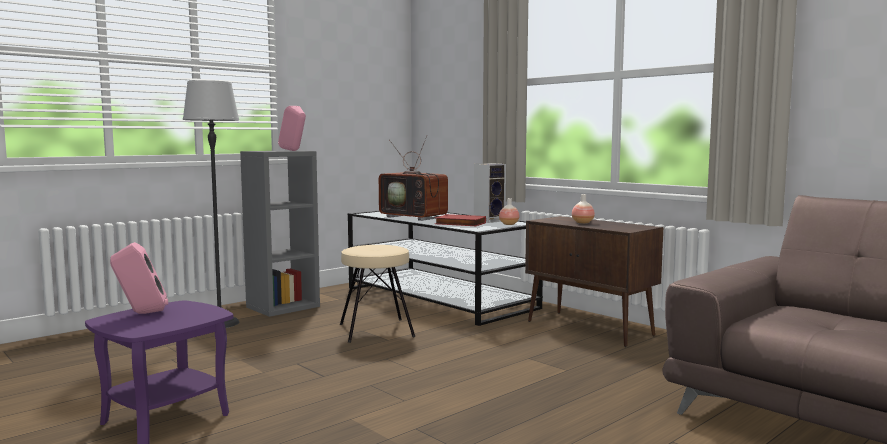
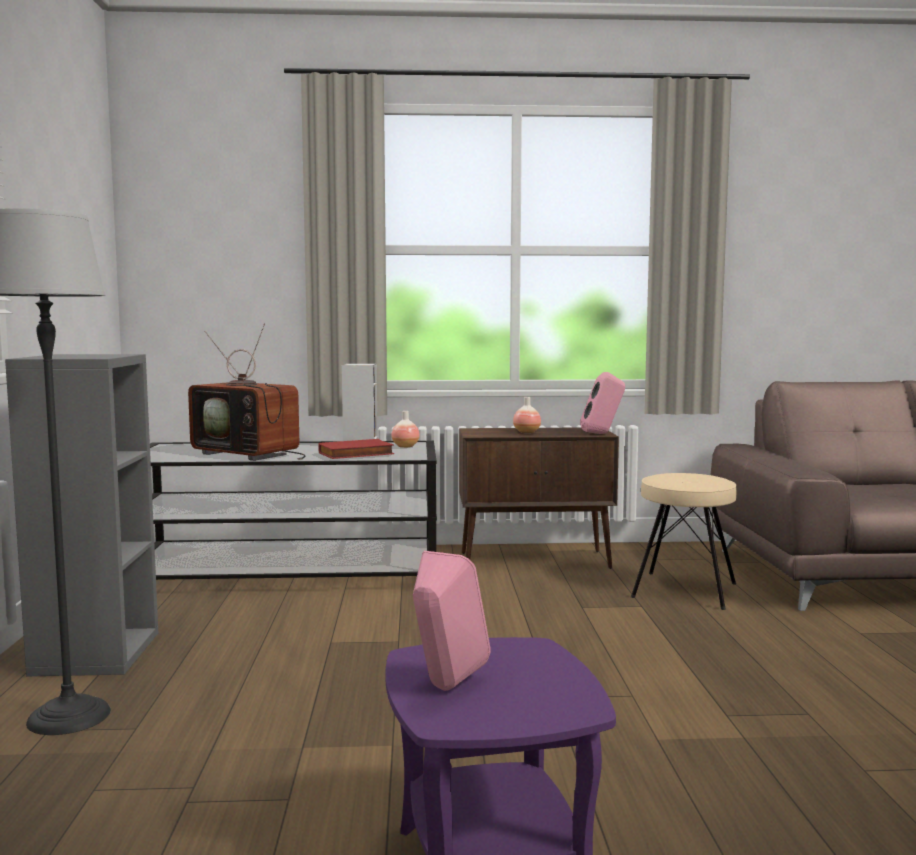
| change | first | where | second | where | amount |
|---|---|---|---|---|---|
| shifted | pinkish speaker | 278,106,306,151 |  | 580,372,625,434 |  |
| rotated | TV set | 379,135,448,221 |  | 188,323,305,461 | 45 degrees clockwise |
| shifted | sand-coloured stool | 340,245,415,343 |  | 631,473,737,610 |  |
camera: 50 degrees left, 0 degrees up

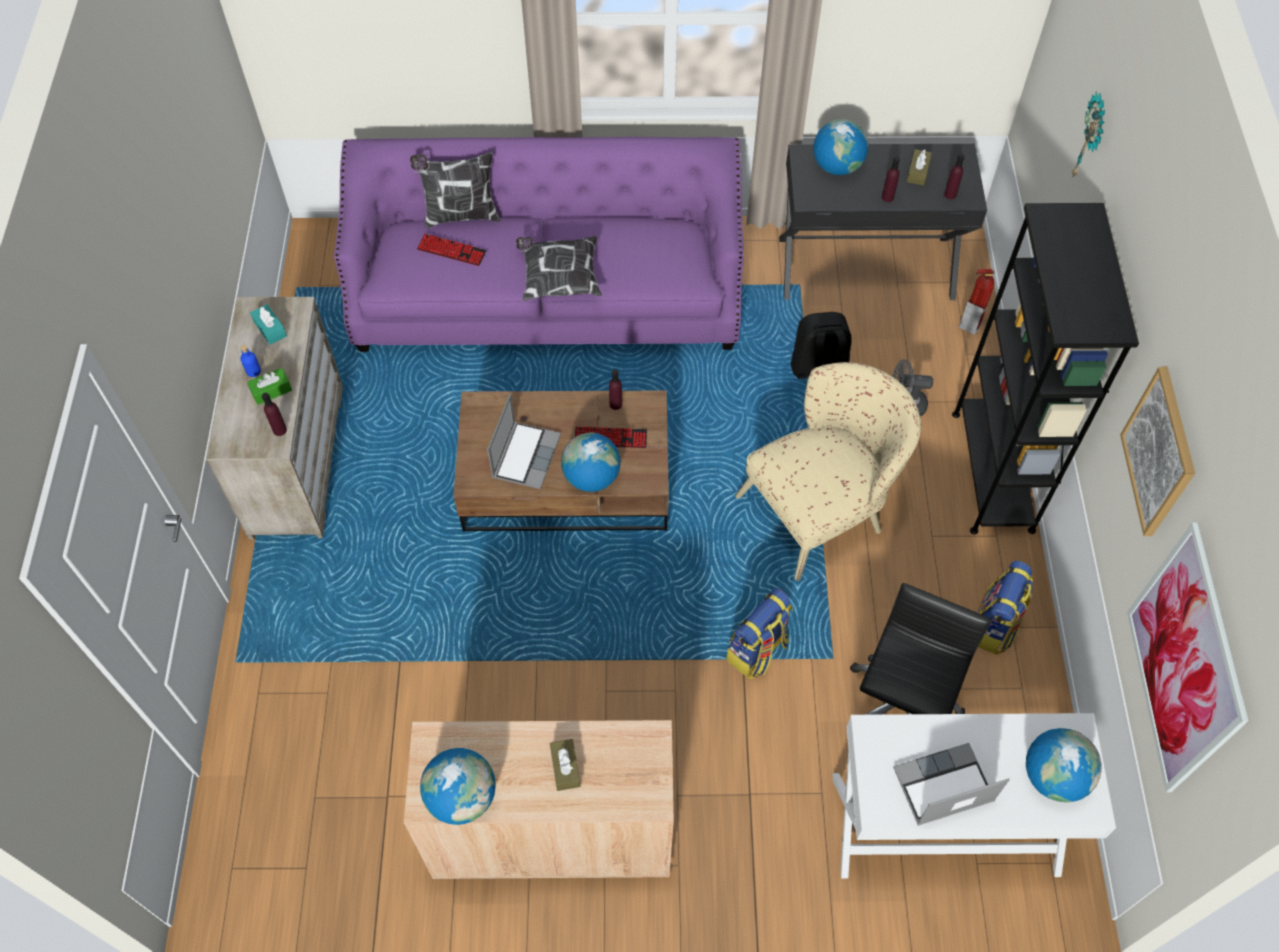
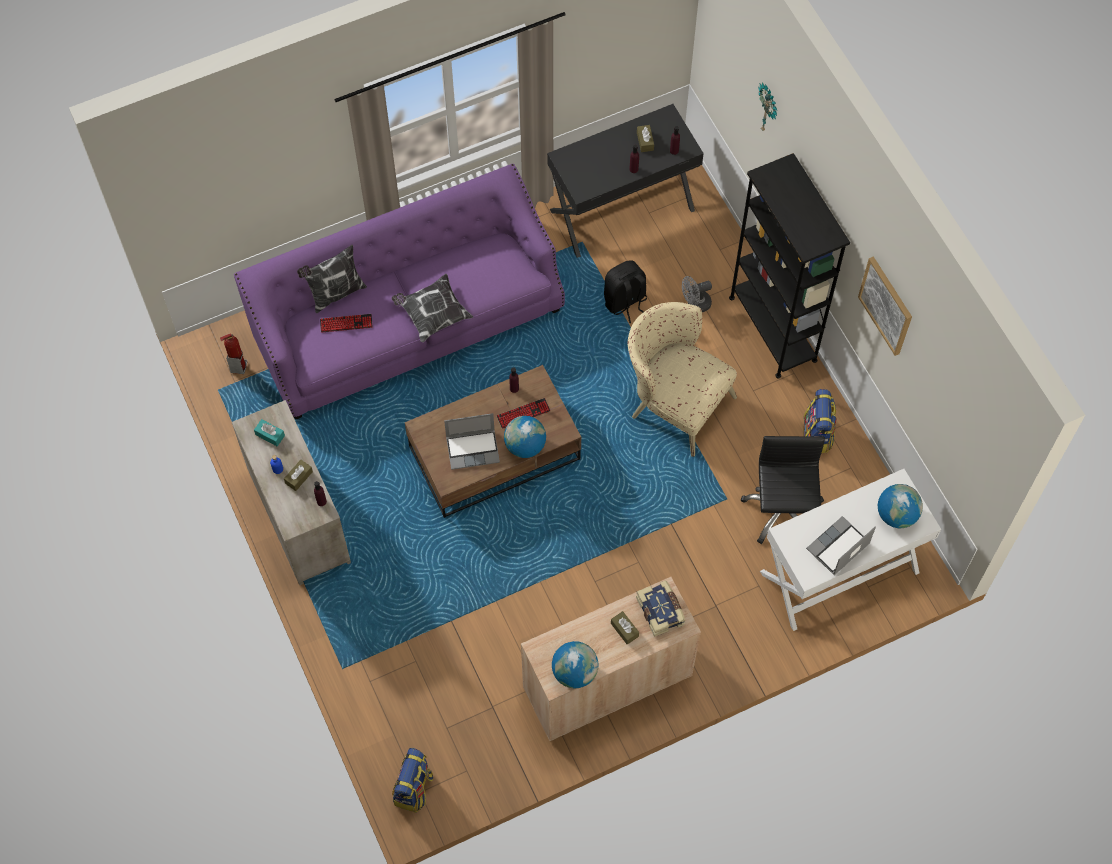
| change | first | where | second | where | amount |
|---|---|---|---|---|---|
| gone | globe | 813,119,868,175 |  |  |  |
| shifted | fire extinguisher | 959,269,995,335 |  | 220,333,247,374 |  |
| rotated | sand-coloured lounge chair | 735,362,921,581 |  | 628,302,737,457 | 90 degrees counterclockwise |
| repainted | green-coloured tissue box | 247,368,292,405 | brown tissue box | 284,460,313,491 |  |
| rotated | notebook computer | 487,394,561,489 |  | 444,413,500,470 | 90 degrees clockwise |
| gone | wall art | 1127,522,1249,792 |  |  |  |
| shifted | rucksack | 726,588,793,679 |  | 392,748,434,813 |  |
| new |  |  | book | 636,581,686,637 |  |
camera: 25 degrees left, 5 degrees up

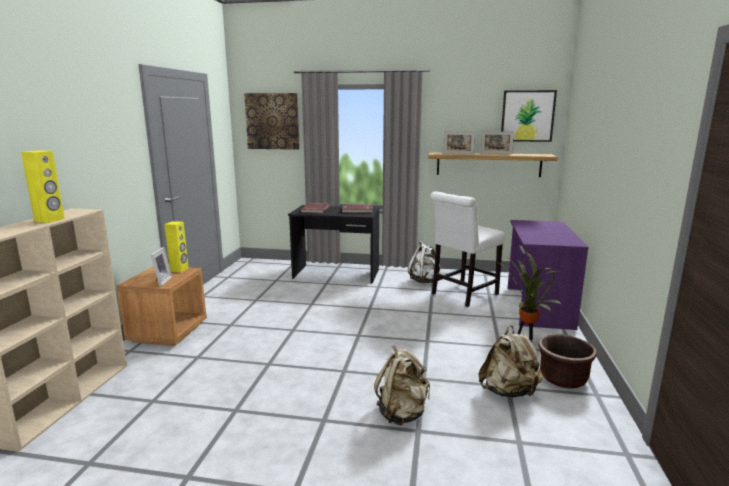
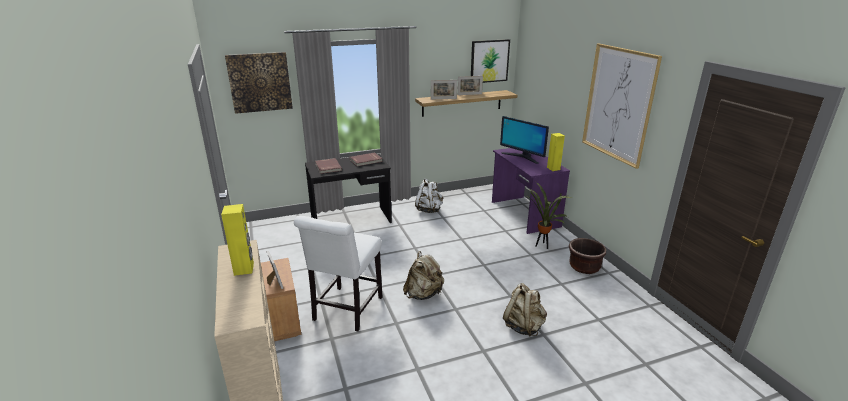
| change | first | where | second | where | amount |
|---|---|---|---|---|---|
| shifted | whitish plain chair | 430,191,505,307 |  | 294,216,382,331 |  |
| shifted | yellow-coloured speaker | 164,221,188,272 |  | 547,133,565,171 |  |
| shifted | sand-coloured rucksack | 478,325,543,398 |  | 403,251,444,300 |  |
| new |  |  | wall art | 582,44,662,169 |  |
| new |  |  | computer screen | 500,116,549,164 |  |
camera: 30 degrees left, 10 degrees up

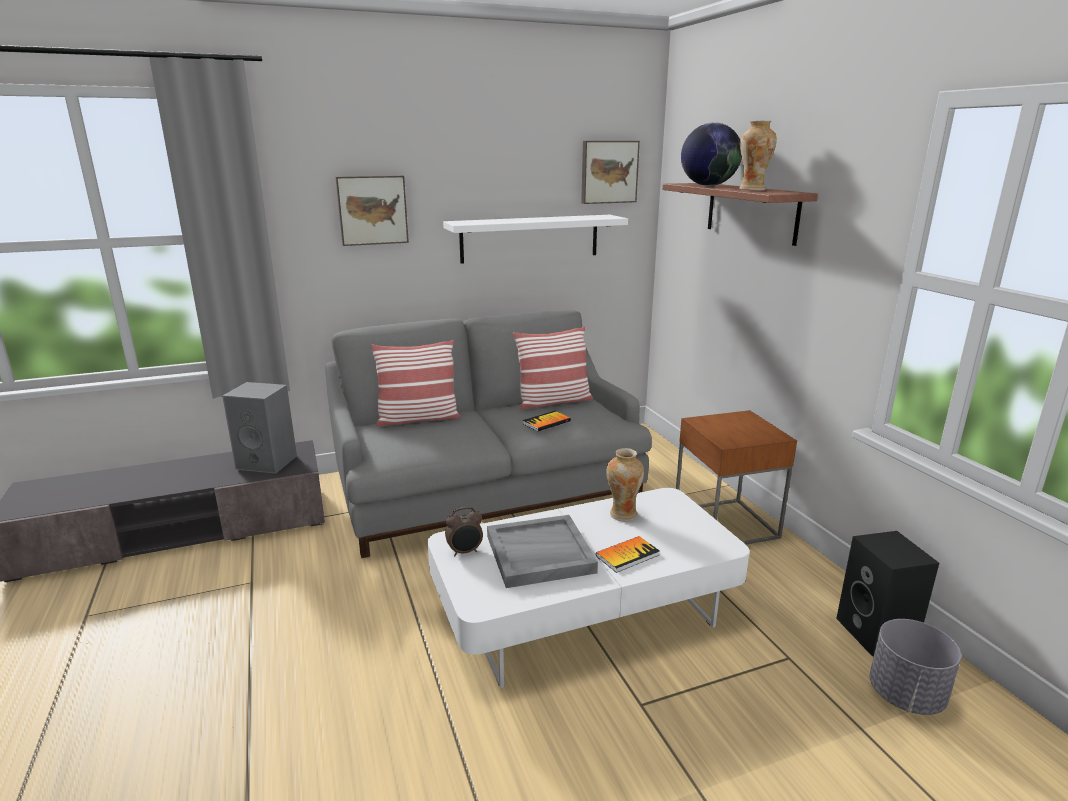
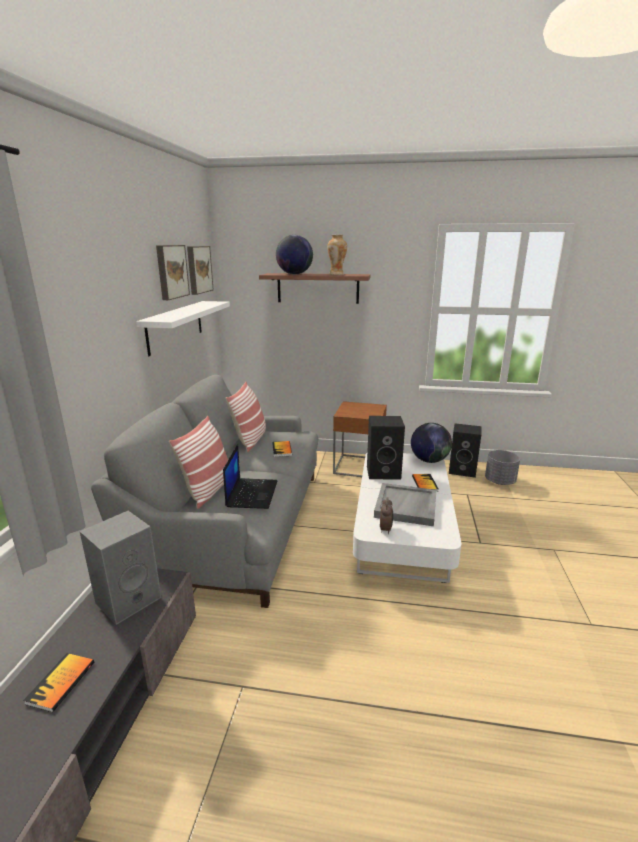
| change | first | where | second | where | amount |
|---|---|---|---|---|---|
| shifted | wall art | 335,175,409,246 |  | 156,245,190,300 |  |
| swapped | decorative vase | 606,448,644,522 | black speaker | 367,416,405,480 |  |
| new |  |  | globe | 411,423,452,463 |  |
| new |  |  | notebook computer | 223,444,277,509 |  |
| new |  |  | book | 23,653,94,712 |  |
camera: 60 degrees left, 0 degrees up

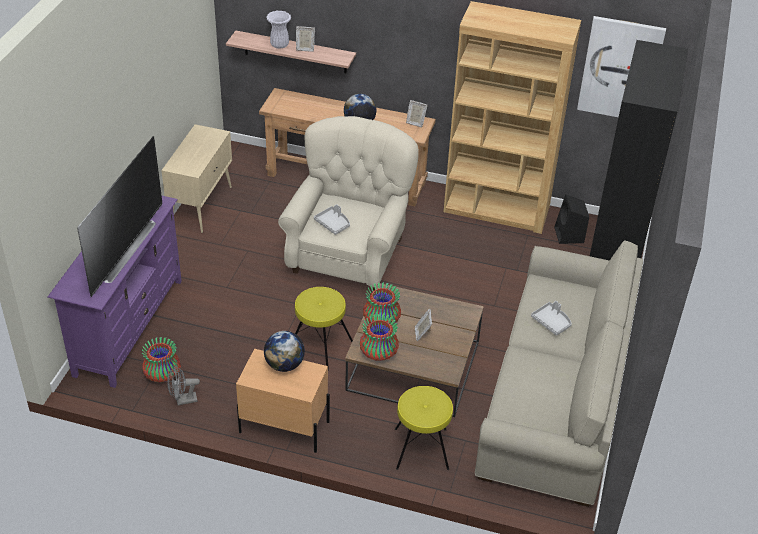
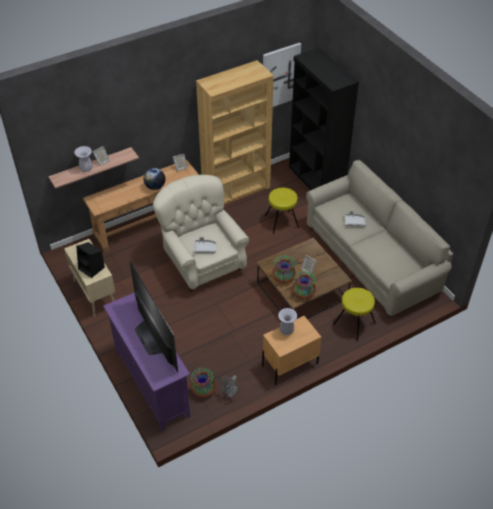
| change | first | where | second | where | amount |
|---|---|---|---|---|---|
| shifted | black speaker | 554,194,589,244 |  | 76,242,105,278 |  |
| shifted | yellow-coloured stool | 295,287,353,371 |  | 265,188,299,234 |  |
| swapped | globe | 264,331,305,372 | whitish decorative vase | 278,308,297,335 |  |
camera: 45 degrees left, 5 degrees up

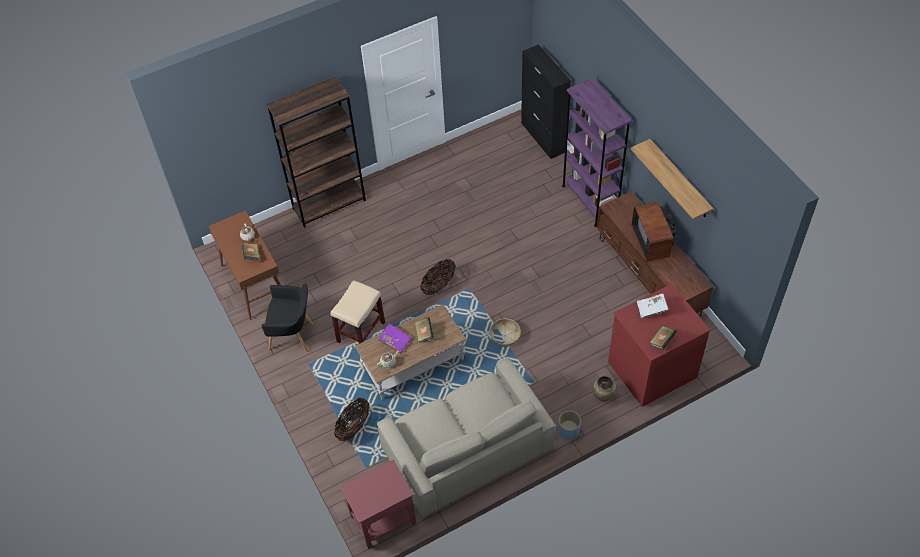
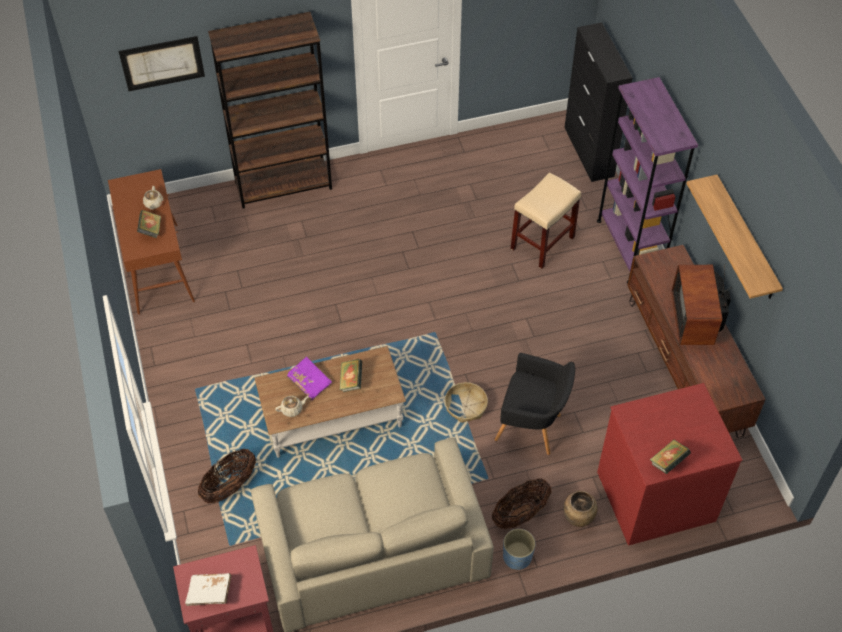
| change | first | where | second | where | amount |
|---|---|---|---|---|---|
| shifted | storage basket | 420,259,456,295 |  | 492,479,551,529 |  |
| shifted | sand-coloured stool | 330,280,385,344 |  | 510,172,581,269 |  |
| shifted | black lounge chair | 262,284,313,352 |  | 494,353,575,455 |  |
| shifted | whitish book | 637,294,669,319 |  | 185,573,231,606 |  |
| new |  |  | wall art | 119,36,205,91 |  |
camera: 10 degrees right, 0 degrees up

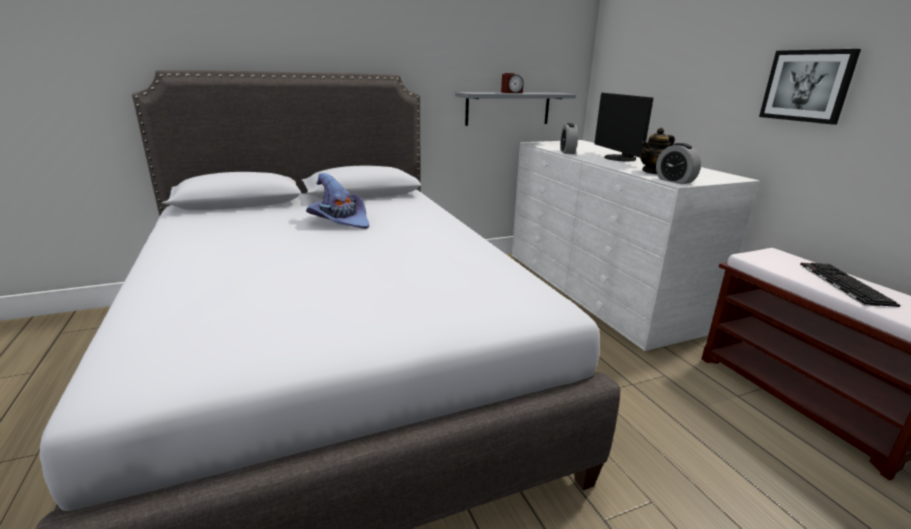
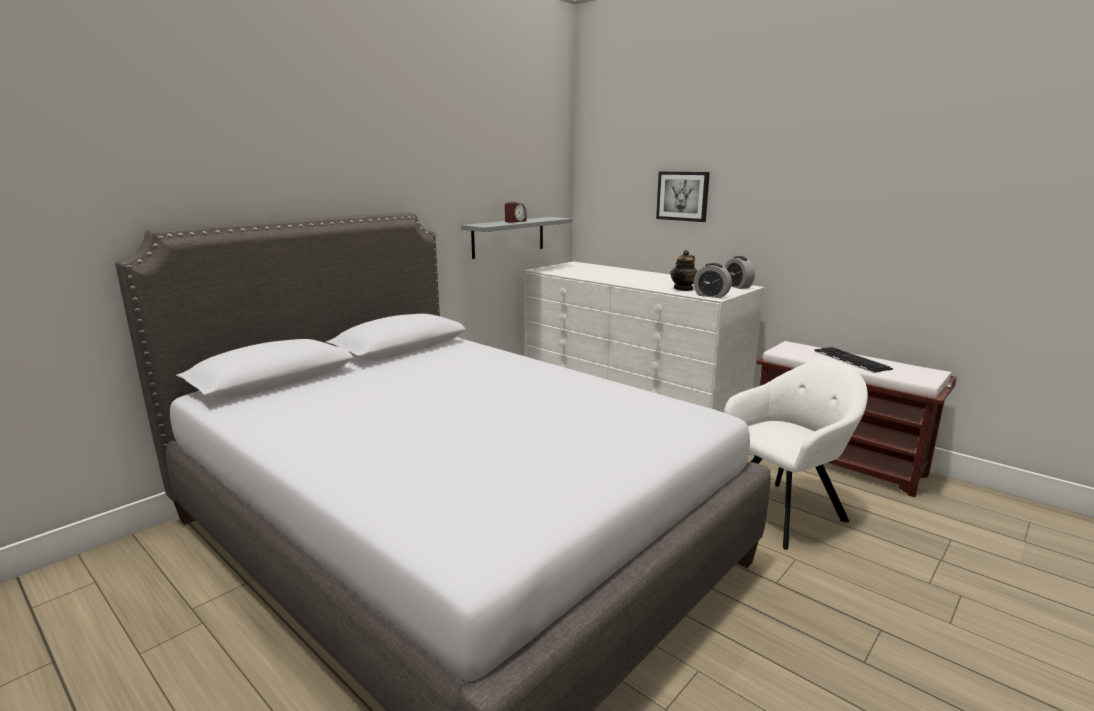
| change | first | where | second | where | amount |
|---|---|---|---|---|---|
| shifted | wall art | 759,49,861,125 |  | 656,172,710,222 |  |
| gone | computer screen | 594,93,653,161 |  |  |  |
| shifted | alarm clock | 560,123,578,154 |  | 725,256,755,289 |  |
| gone | purple-coloured hat | 306,173,369,229 |  |  |  |
| new |  |  | whitish lounge chair | 724,360,868,550 |  |
camera: 25 degrees left, 5 degrees down

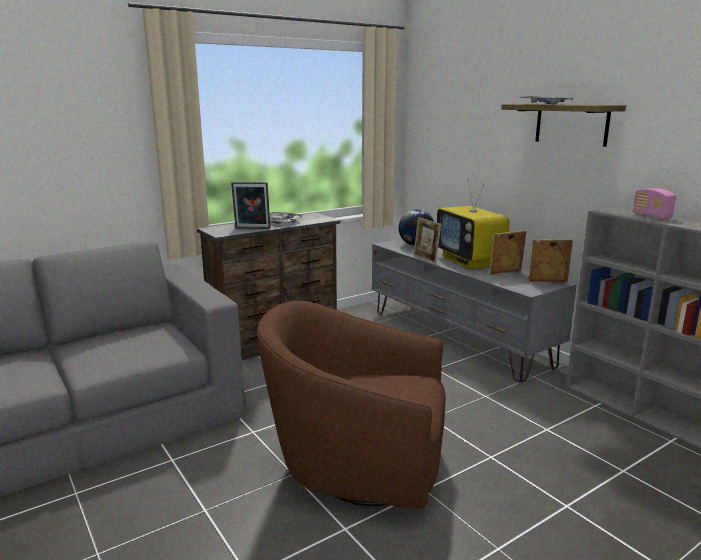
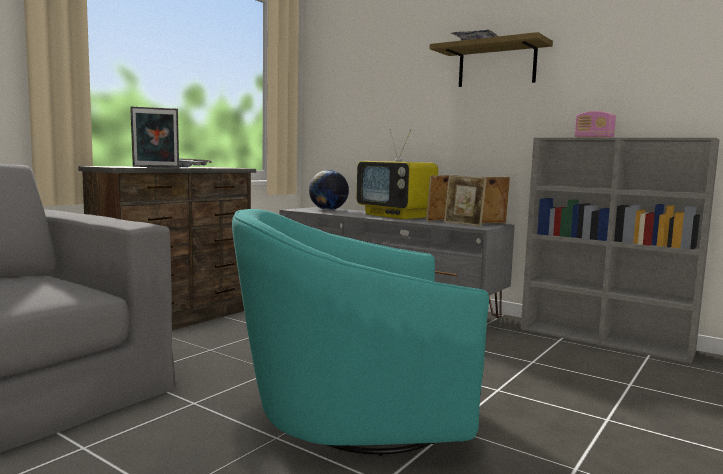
| change | first | where | second | where | amount |
|---|---|---|---|---|---|
| shifted | photo frame | 414,217,441,263 |  | 444,175,487,226 |  |
| repainted | brown lounge chair | 257,301,445,509 | turquoise-coloured lounge chair | 232,209,489,456 |  |
camera: 20 degrees left, 10 degrees down

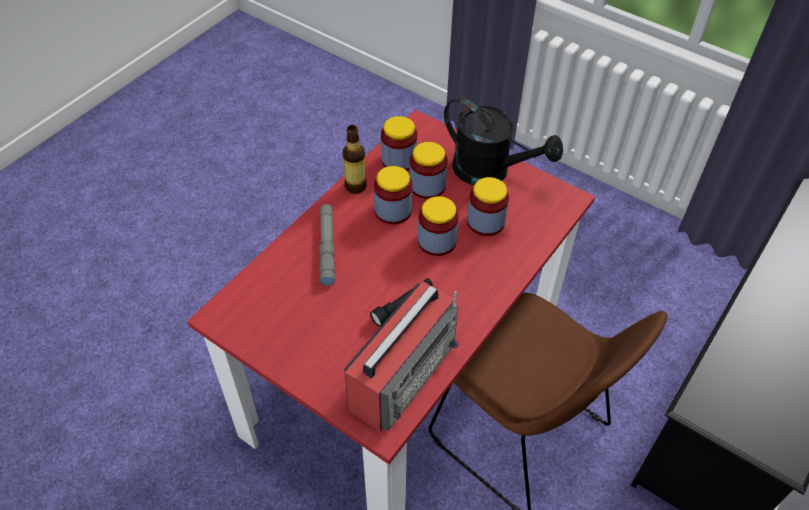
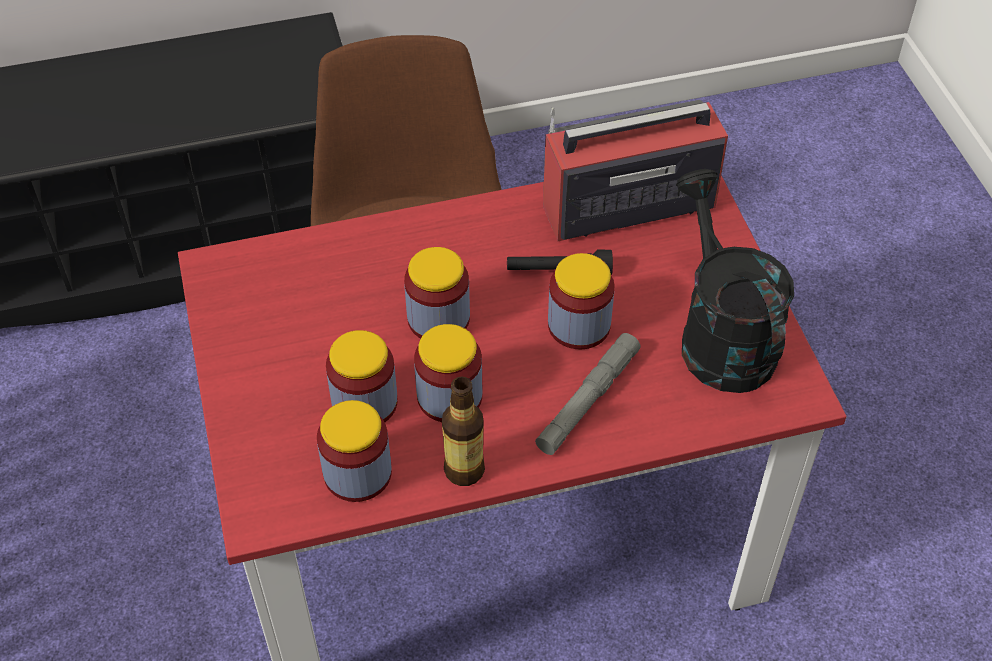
| change | first | where | second | where | amount |
|---|---|---|---|---|---|
| shifted | black watering pot | 444,97,563,185 |  | 676,169,794,393 |  |
| shifted | preserve jar | 467,177,509,236 |  | 548,253,615,349 |  |
camera: 140 degrees left, 0 degrees up

